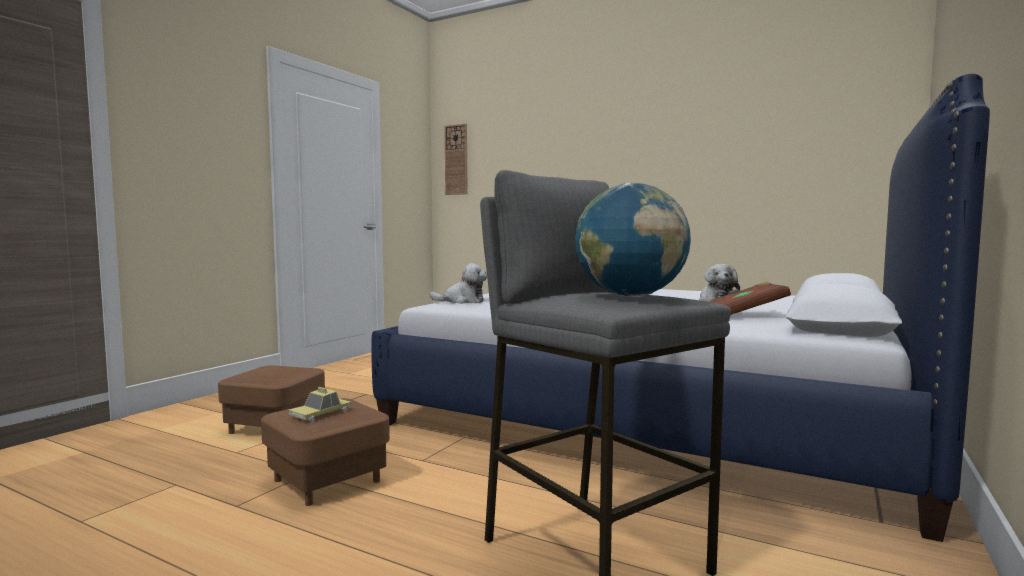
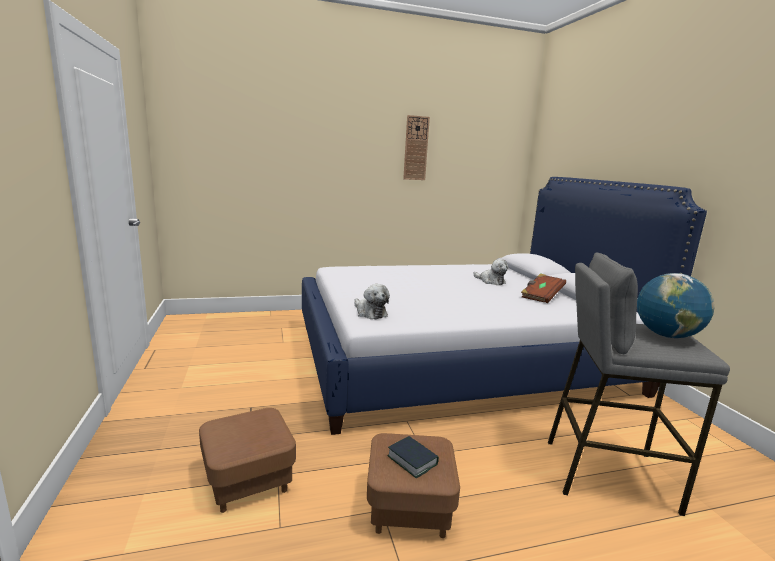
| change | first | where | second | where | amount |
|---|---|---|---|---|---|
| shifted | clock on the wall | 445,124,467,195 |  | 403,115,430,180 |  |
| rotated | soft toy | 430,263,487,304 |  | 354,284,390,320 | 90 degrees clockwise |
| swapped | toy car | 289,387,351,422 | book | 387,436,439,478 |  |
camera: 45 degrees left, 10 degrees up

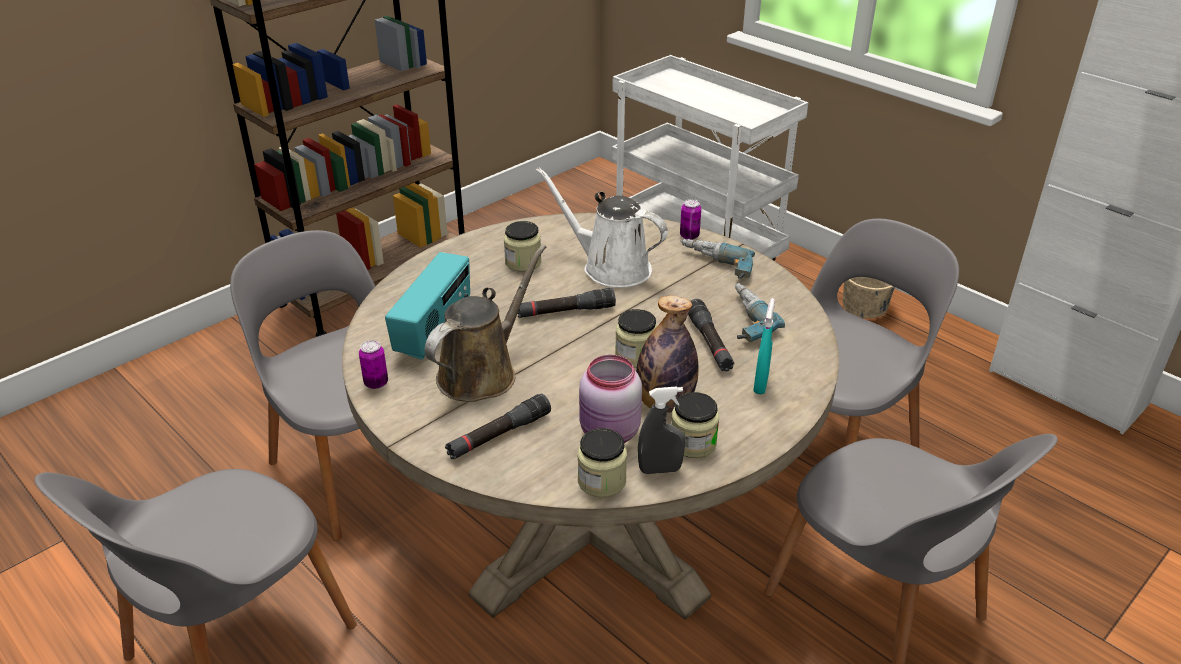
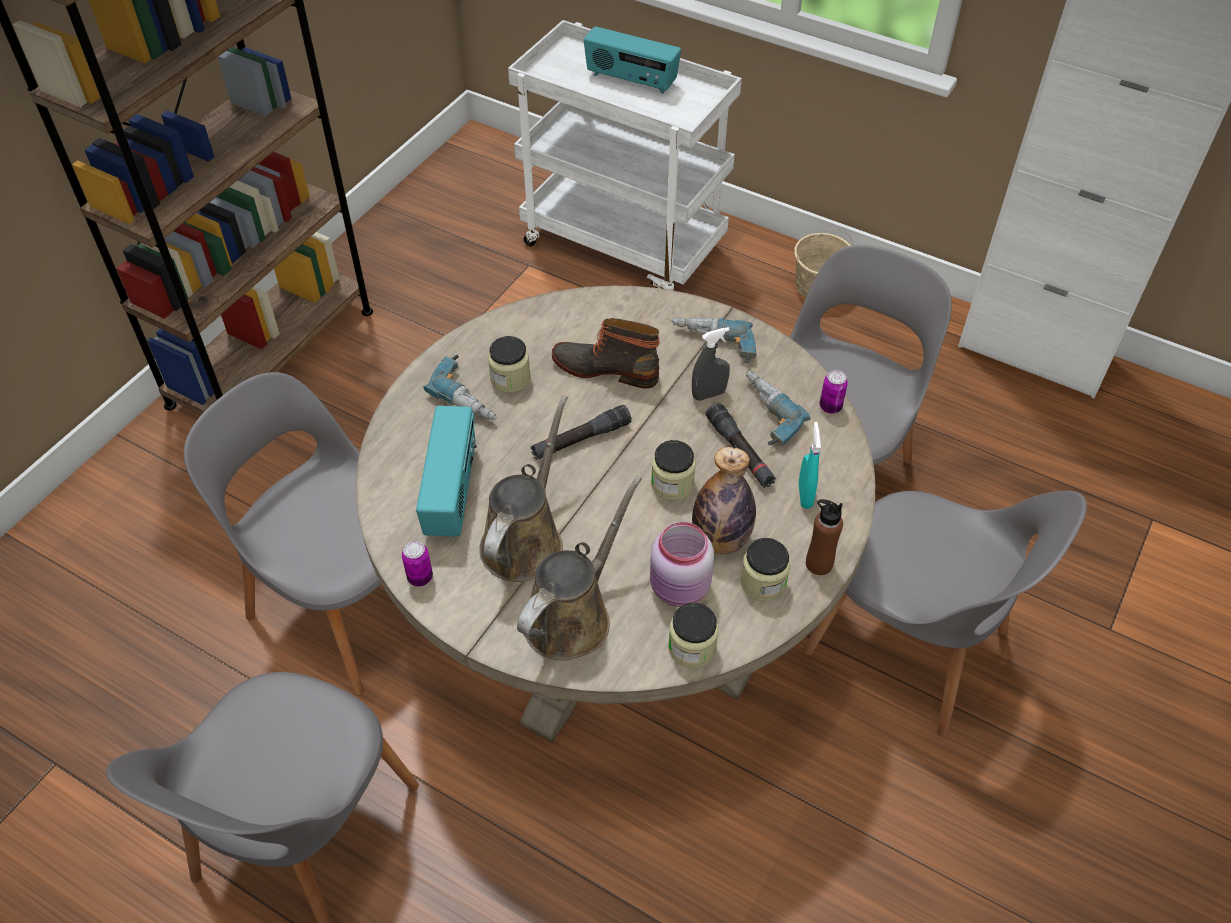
| change | first | where | second | where | amount |
|---|---|---|---|---|---|
| swapped | whitish watering pot | 536,167,668,288 | tall boot | 552,318,660,388 |  |
| shifted | sealed can | 680,199,701,240 |  | 820,370,848,414 |  |
| shifted | gray spray bottle | 638,386,685,474 |  | 692,327,730,401 |  |
| swapped | black torch | 445,394,551,459 | brown watering pot | 517,476,642,661 |  |
| new |  |  | radio set | 584,26,681,94 |  |
| new |  |  | power drill | 423,355,497,420 |  |
| new |  |  | brown drink bottle | 806,499,843,575 |  |
camera: 15 degrees left, 15 degrees up

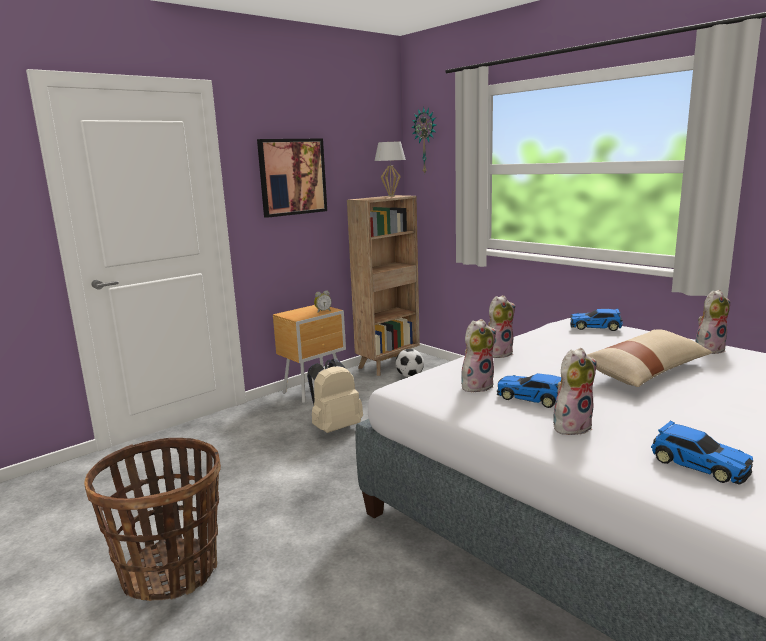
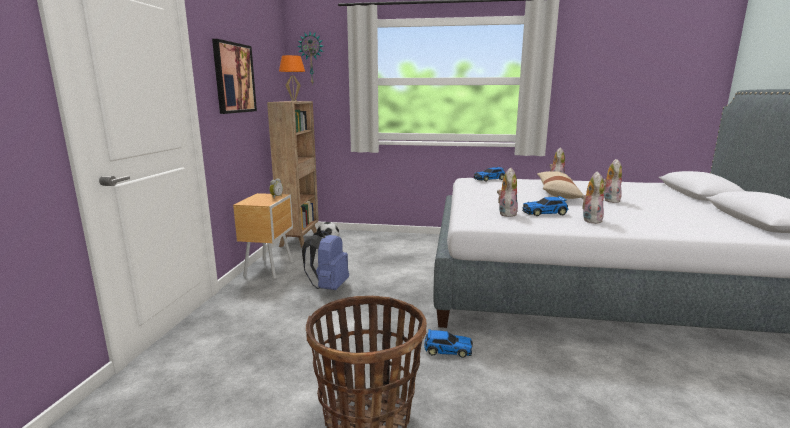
| change | first | where | second | where | amount |
|---|---|---|---|---|---|
| repainted | whitish tabletop lamp | 375,142,406,197 | orangey tabletop lamp | 279,55,305,101 |  |
| shifted | soft toy | 488,295,515,358 |  | 603,159,622,203 |  |
| repainted | sand-coloured rucksack | 307,359,363,433 | blue rucksack | 302,230,349,290 |  |
| shifted | toy car | 651,421,753,485 |  | 424,329,473,358 |  |
camera: 40 degrees left, 0 degrees up

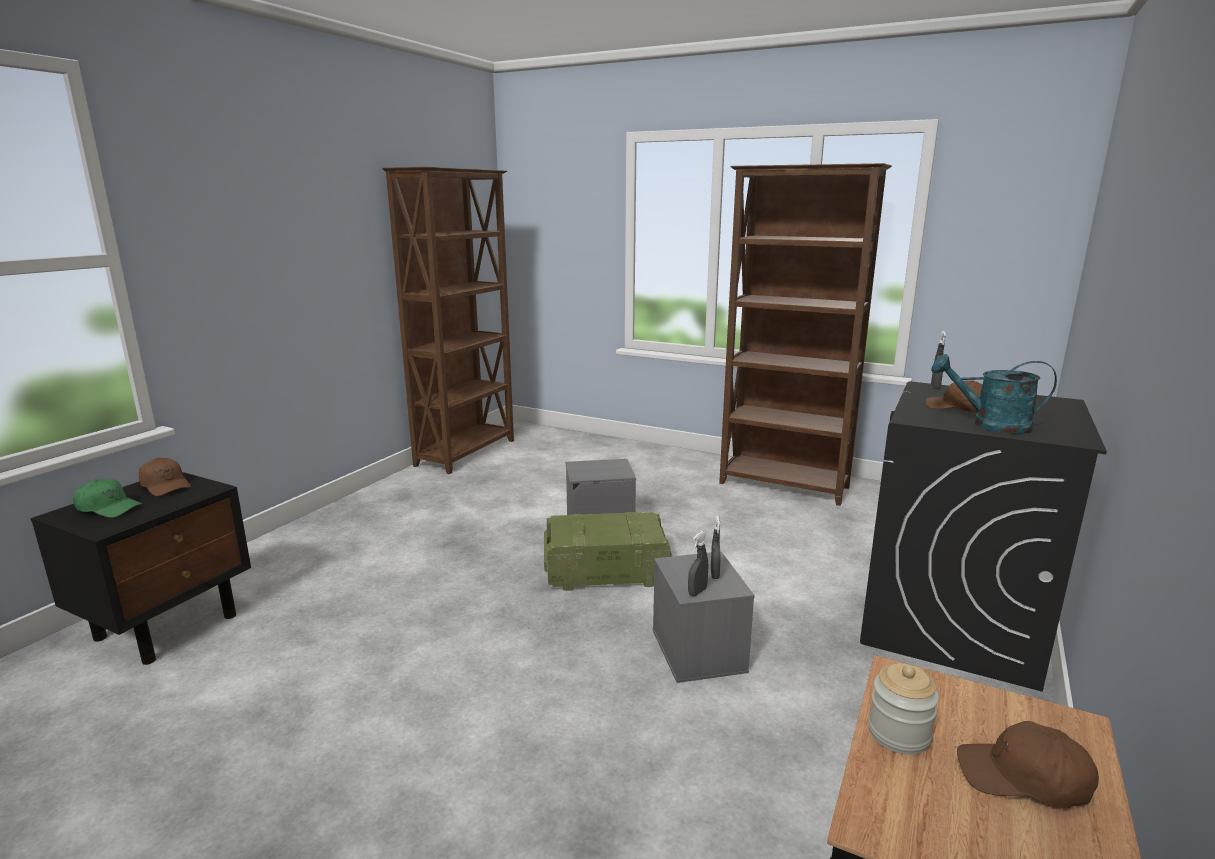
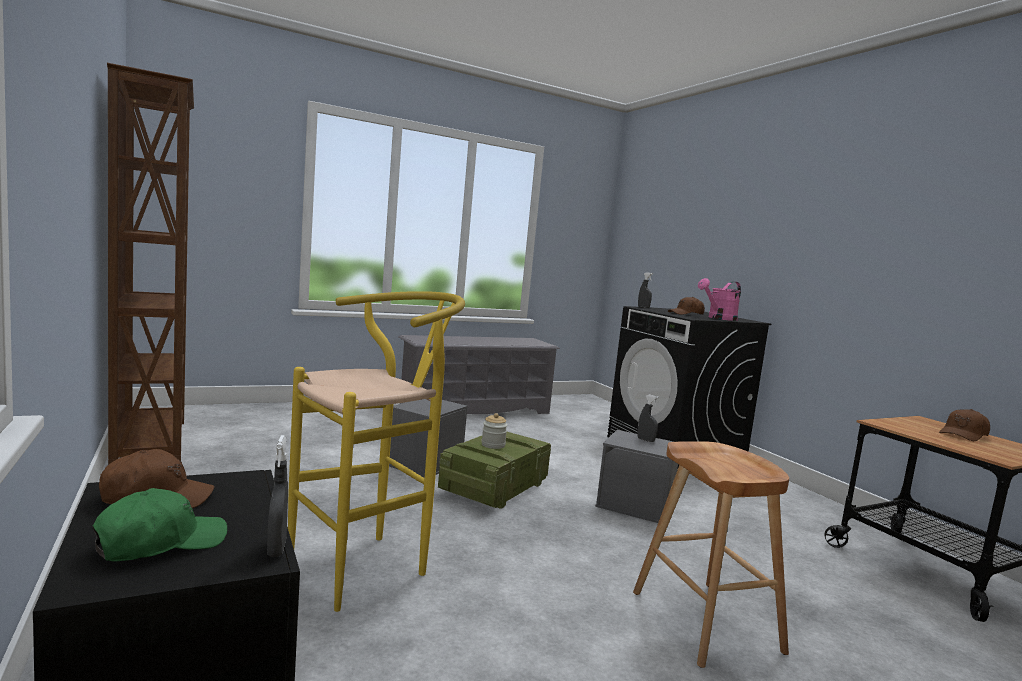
| change | first | where | second | where | amount |
|---|---|---|---|---|---|
| swapped | brown bookcase | 719,163,892,506 | gray shoe shelf | 398,335,560,414 |  |
| repainted | turquoise-coloured watering pot | 931,354,1057,434 | pinkish watering pot | 698,278,741,321 |  |
| shifted | gray spray bottle | 688,531,709,596 |  | 267,435,288,557 |  |
| shifted | preserve jar | 868,663,939,755 |  | 481,413,508,449 |  |
| new |  |  | yellow-coloured stool | 288,291,465,612 |  |
| new |  |  | brown stool | 633,441,789,668 |  |
camera: 55 degrees left, 10 degrees down

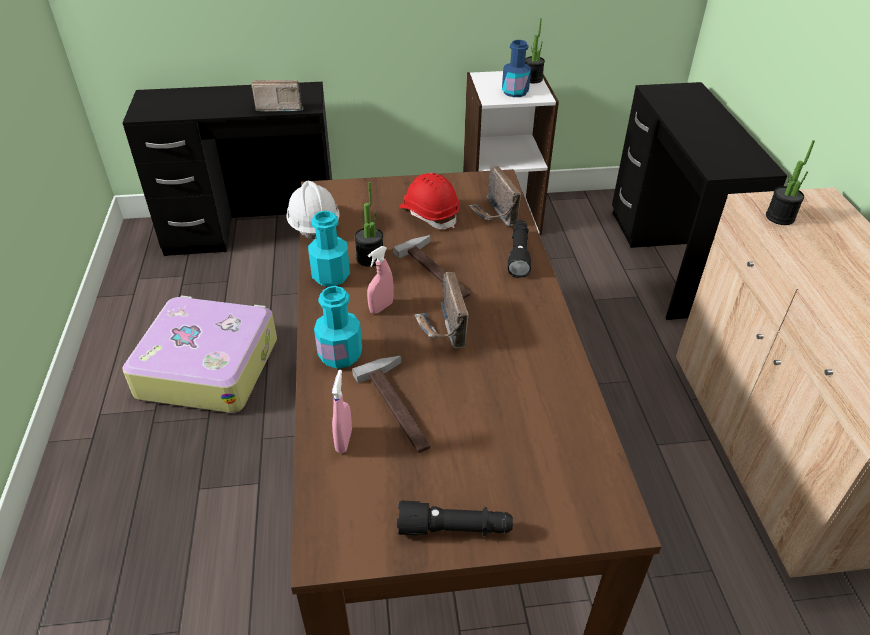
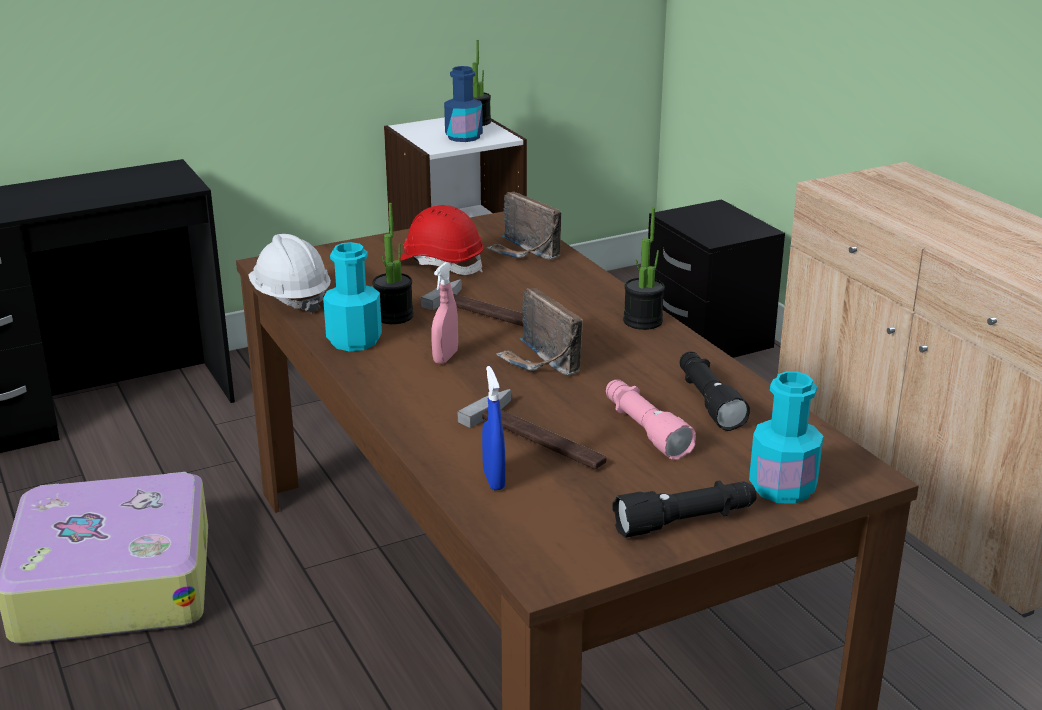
| change | first | where | second | where | amount |
|---|---|---|---|---|---|
| gone | radio set | 251,80,303,112 |  |  |  |
| swapped | black desk table | 612,82,787,320 | black nightstand | 648,199,785,358 |  |
| shifted | plant in a pot | 766,140,815,225 |  | 623,208,665,330 |  |
| shifted | black torch | 508,220,531,278 |  | 680,352,750,431 |  |
| shifted | turquoise-coloured drink bottle | 314,286,362,369 |  | 749,371,823,504 |  |
| repainted | pinkish spray bottle | 332,370,352,453 | blue spray bottle | 482,366,505,490 |  |
| new |  |  | pinkish torch | 606,380,696,460 |  |
camera: 20 degrees left, 15 degrees down

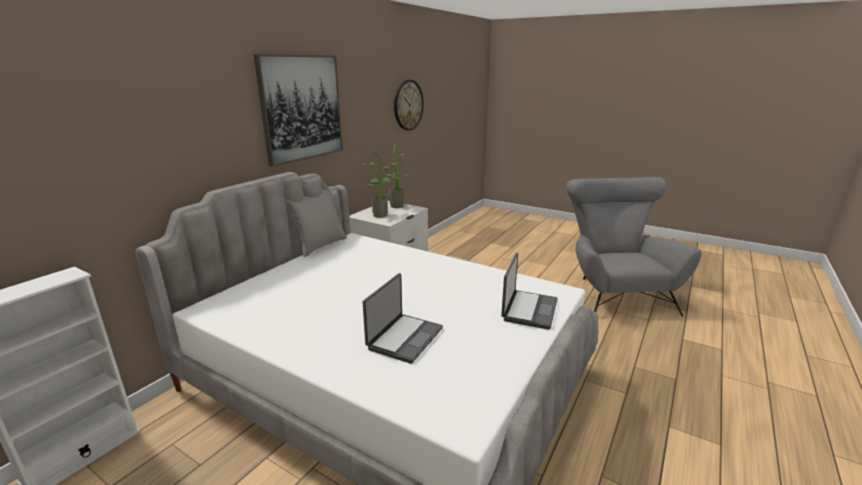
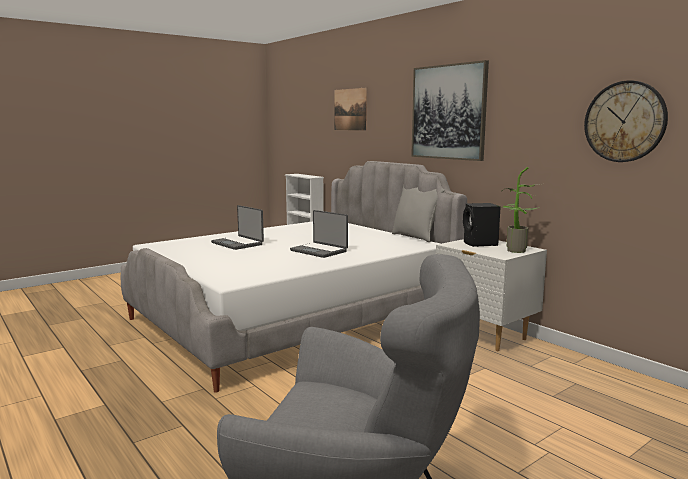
| change | first | where | second | where | amount |
|---|---|---|---|---|---|
| swapped | plant in a pot | 366,151,390,218 | black speaker | 463,203,501,247 |  |
| shifted | notebook computer | 501,253,558,330 |  | 290,210,348,258 |  |
| new |  |  | wall art | 334,87,367,131 |  |
camera: 110 degrees right, 10 degrees down

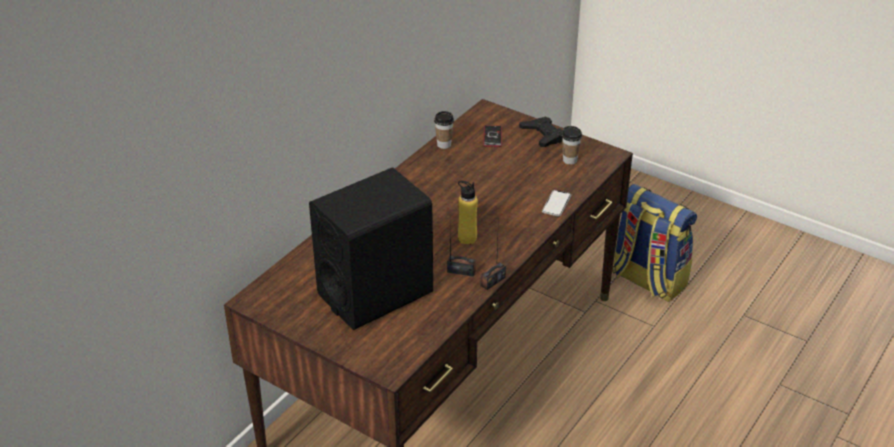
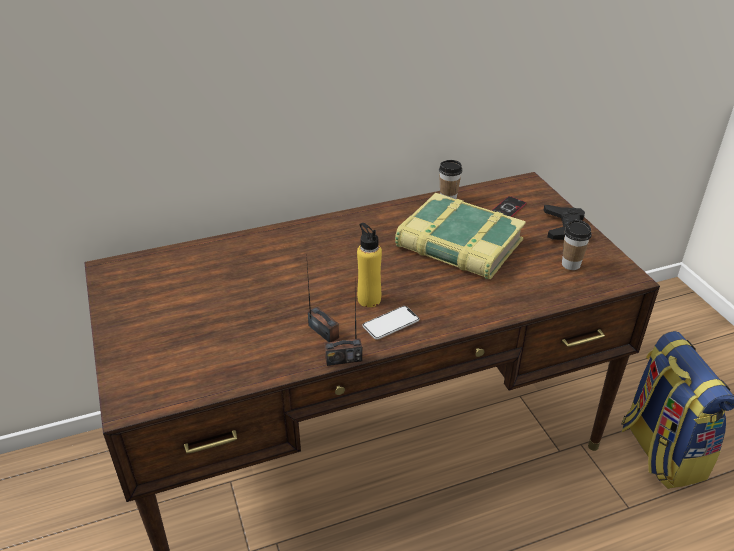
| change | first | where | second | where | amount |
|---|---|---|---|---|---|
| gone | black speaker | 309,167,433,330 |  |  |  |
| shifted | telephone | 542,190,571,217 |  | 362,306,420,340 |  |
| new |  |  | book | 395,193,526,279 |  |
camera: 35 degrees right, 0 degrees up

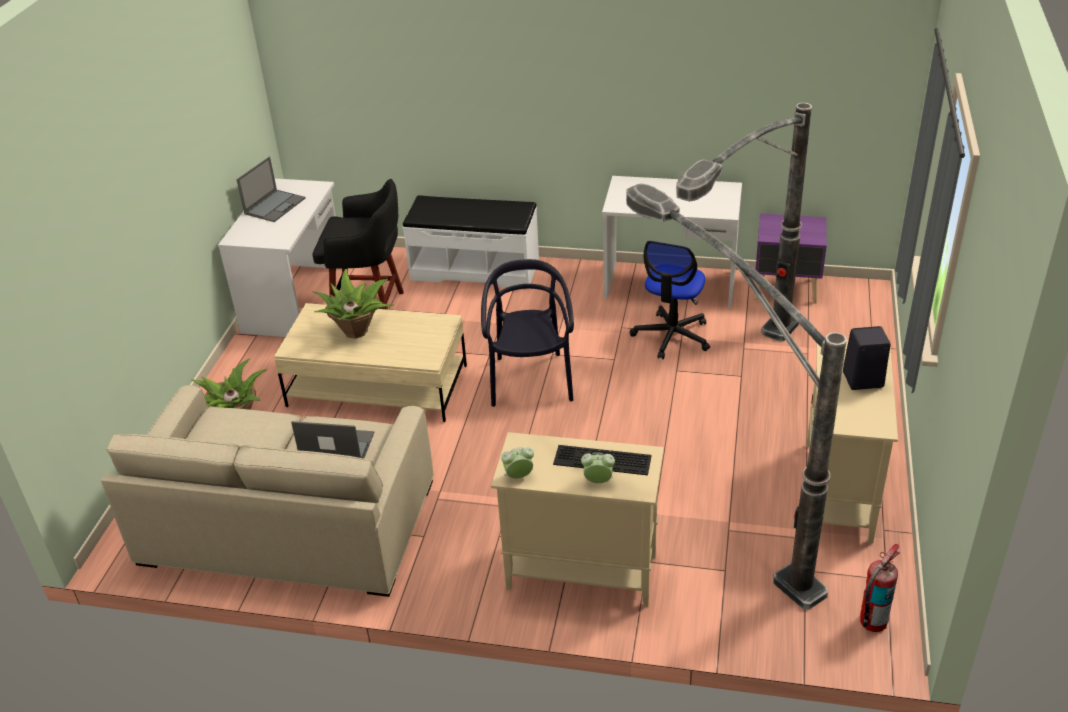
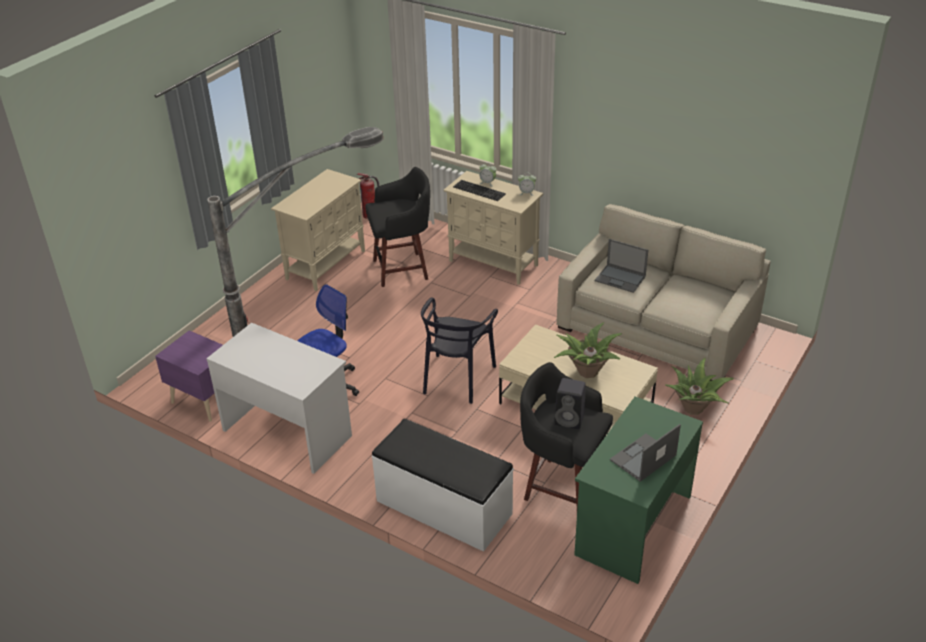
| change | first | where | second | where | amount |
|---|---|---|---|---|---|
| repainted | whitish desk table | 218,179,342,337 | green-coloured desk table | 574,396,703,584 |  |
| swapped | standard lamp | 626,184,847,610 | black stool | 365,167,430,287 |  |
| shifted | black speaker | 843,326,891,390 |  | 554,378,586,429 |  |
camera: 160 degrees left, 0 degrees up

